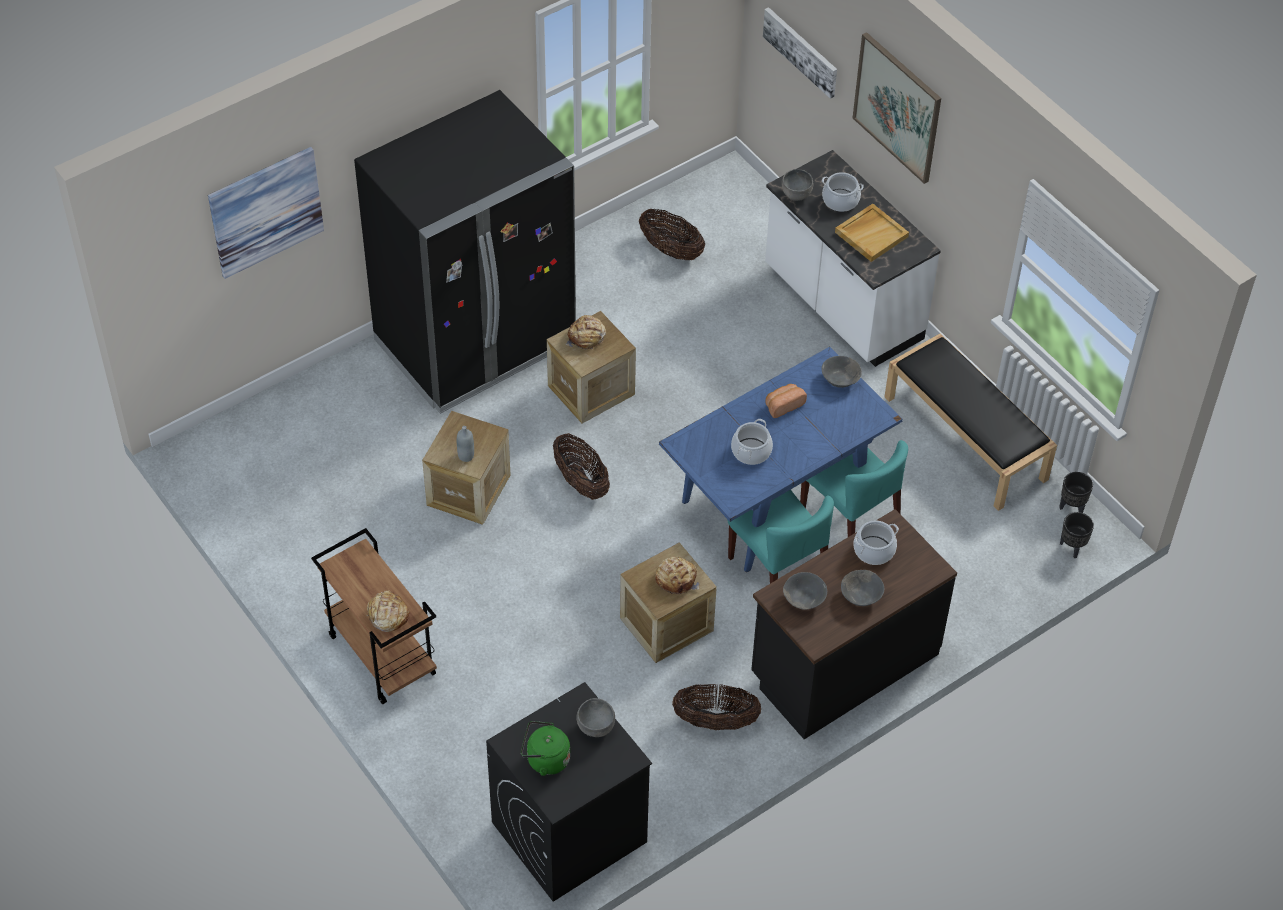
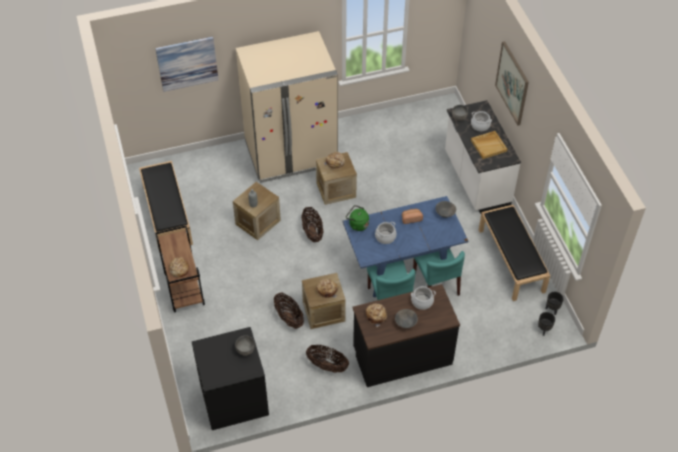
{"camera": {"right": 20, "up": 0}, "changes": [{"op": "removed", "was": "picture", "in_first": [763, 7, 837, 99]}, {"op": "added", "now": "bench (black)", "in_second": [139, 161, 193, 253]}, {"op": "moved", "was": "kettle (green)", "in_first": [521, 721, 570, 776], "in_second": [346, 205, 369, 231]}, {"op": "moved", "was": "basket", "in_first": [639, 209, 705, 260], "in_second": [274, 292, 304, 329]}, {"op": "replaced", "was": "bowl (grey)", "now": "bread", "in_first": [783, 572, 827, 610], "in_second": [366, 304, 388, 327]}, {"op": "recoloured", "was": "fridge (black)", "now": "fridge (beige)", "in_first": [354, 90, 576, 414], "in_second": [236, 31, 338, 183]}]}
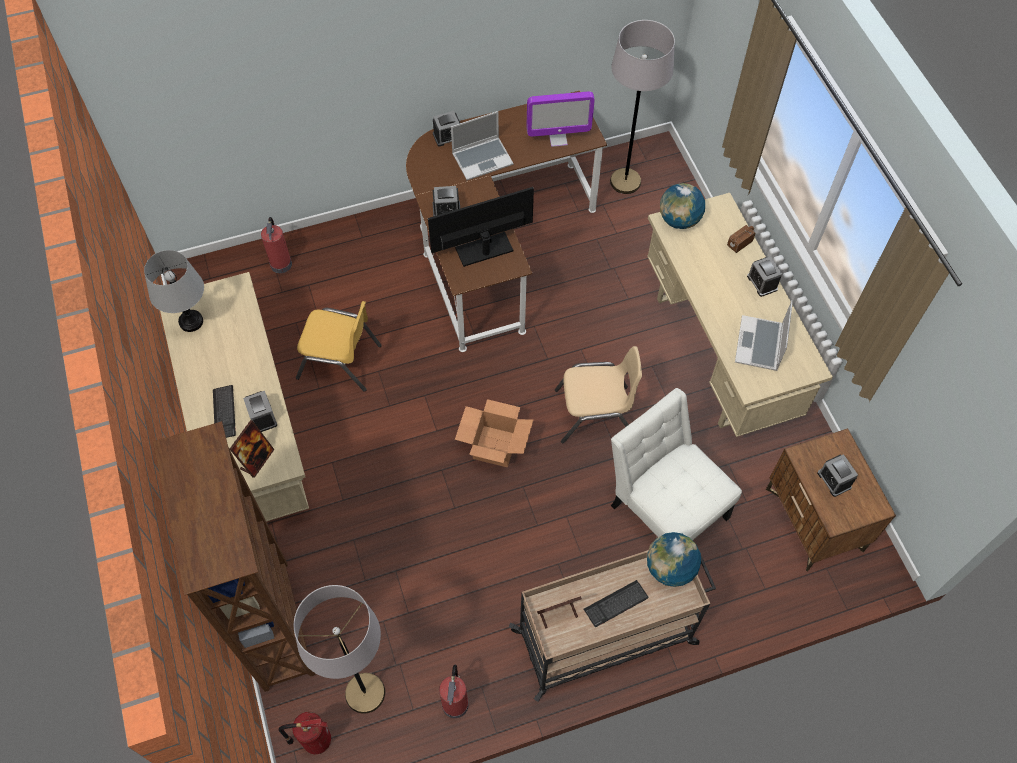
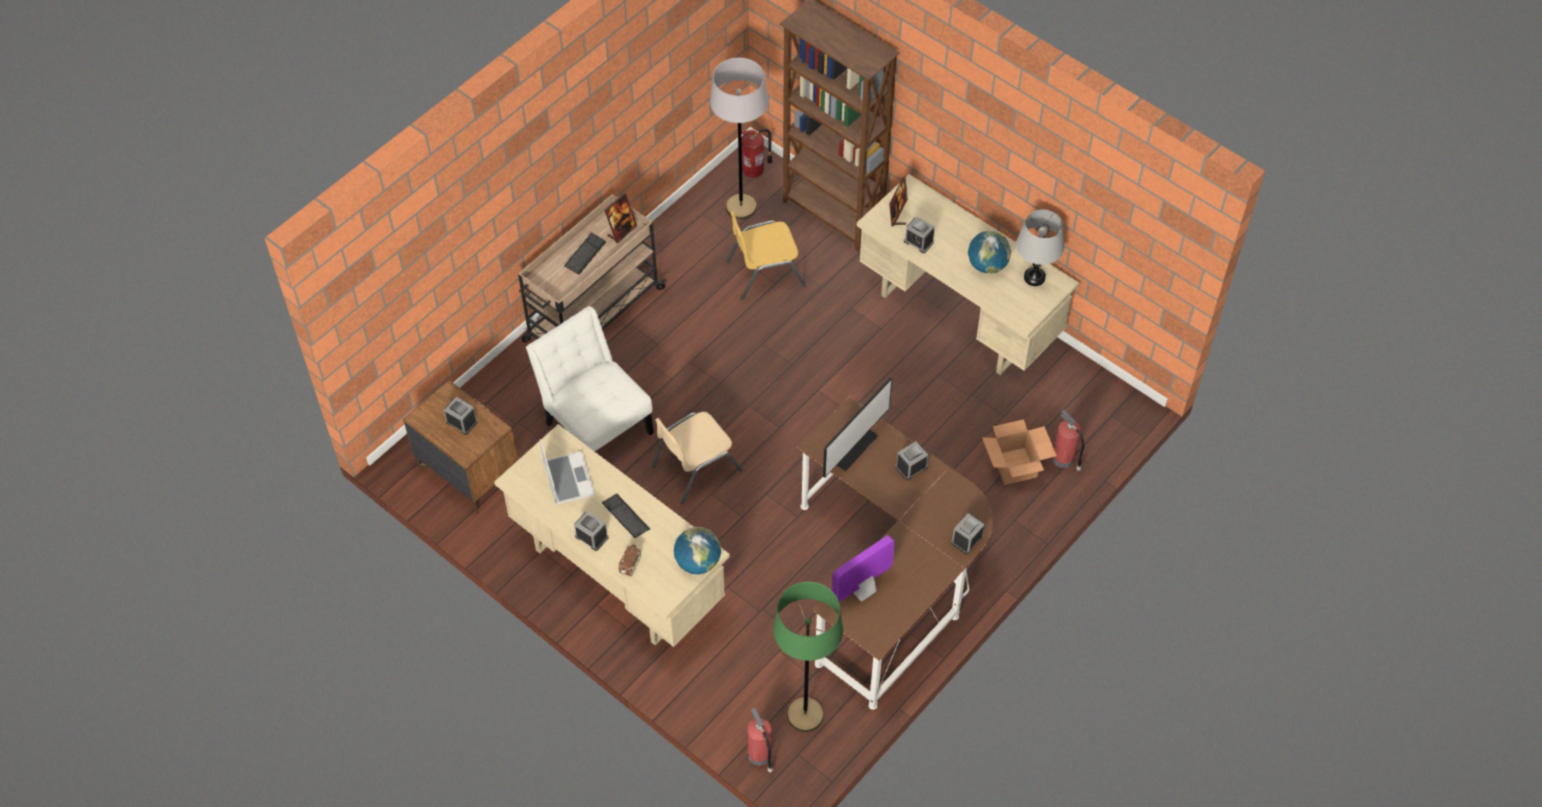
{"camera": {"right": 150, "up": -5}, "changes": [{"op": "removed", "was": "laptop", "in_first": [451, 111, 513, 180]}, {"op": "moved", "was": "keyboard", "in_first": [213, 385, 236, 438], "in_second": [602, 494, 650, 538]}, {"op": "moved", "was": "chair (yellow)", "in_first": [296, 301, 382, 392], "in_second": [726, 211, 806, 300]}, {"op": "moved", "was": "fire extinguisher", "in_first": [439, 665, 469, 718], "in_second": [747, 708, 773, 773]}, {"op": "moved", "was": "cardboard box", "in_first": [455, 399, 534, 467], "in_second": [982, 419, 1057, 485]}, {"op": "moved", "was": "globe", "in_first": [647, 532, 701, 587], "in_second": [968, 231, 1011, 274]}, {"op": "recoloured", "was": "floor lamp (grey)", "now": "floor lamp (green)", "in_first": [610, 20, 675, 194], "in_second": [773, 582, 843, 732]}, {"op": "turned", "was": "chair (white)", "in_first": [611, 388, 742, 541], "in_second": [526, 306, 654, 452], "clockwise": -150}]}
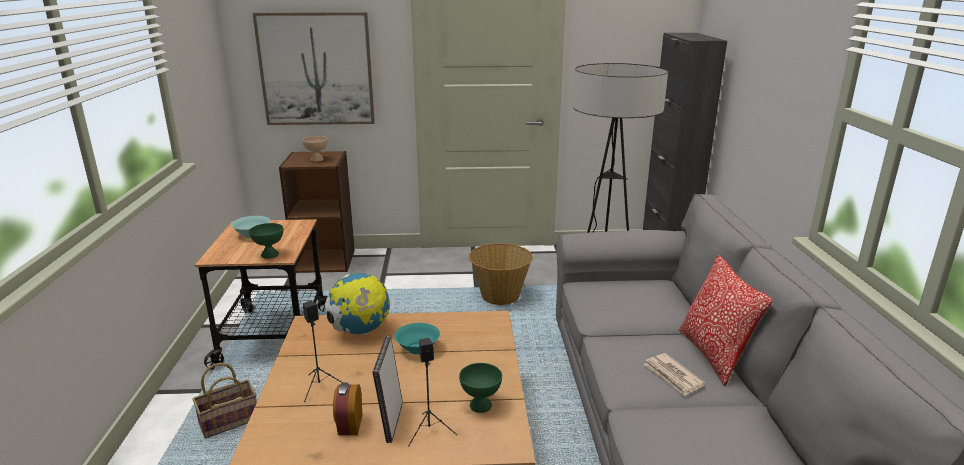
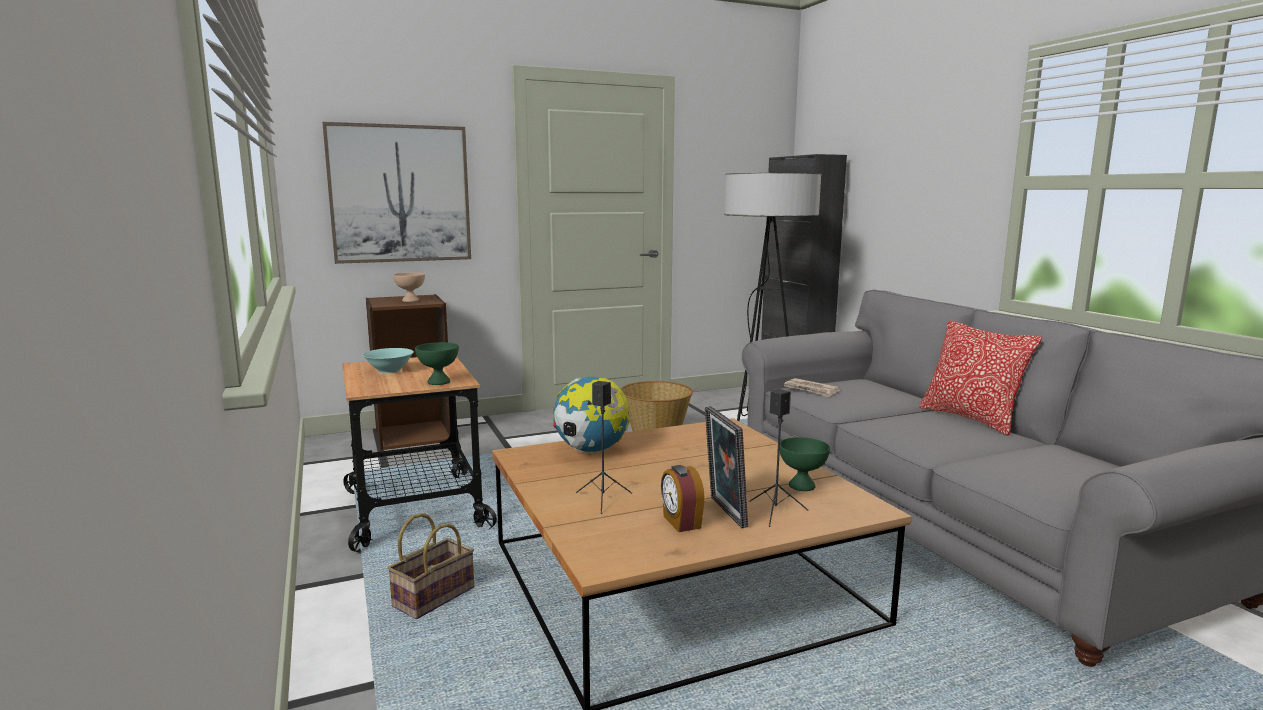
{"camera": {"right": -20, "up": -10}, "changes": [{"op": "removed", "was": "bowl (turquoise)", "in_first": [394, 323, 440, 355]}, {"op": "moved", "was": "newspaper", "in_first": [644, 353, 706, 396], "in_second": [784, 378, 840, 397]}]}
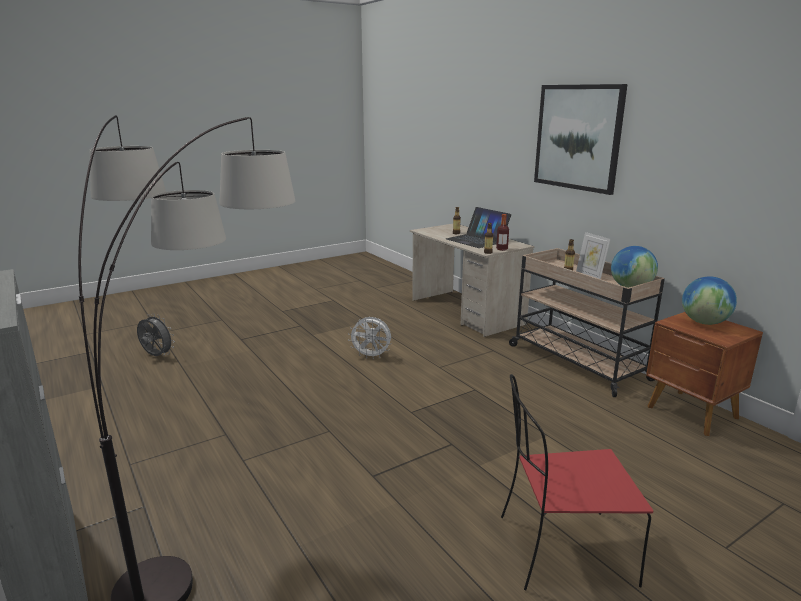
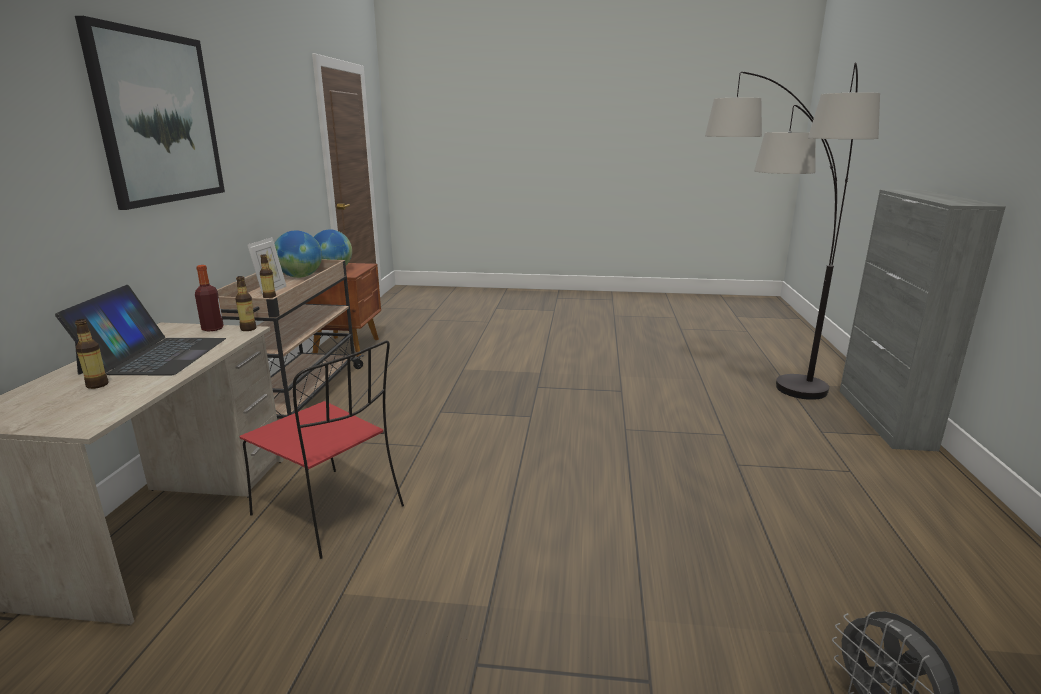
{"camera": {"right": -140, "up": 0}, "changes": [{"op": "removed", "was": "fan (white)", "in_first": [348, 317, 392, 359]}, {"op": "moved", "was": "chair (red)", "in_first": [501, 374, 653, 590], "in_second": [240, 340, 404, 559]}]}
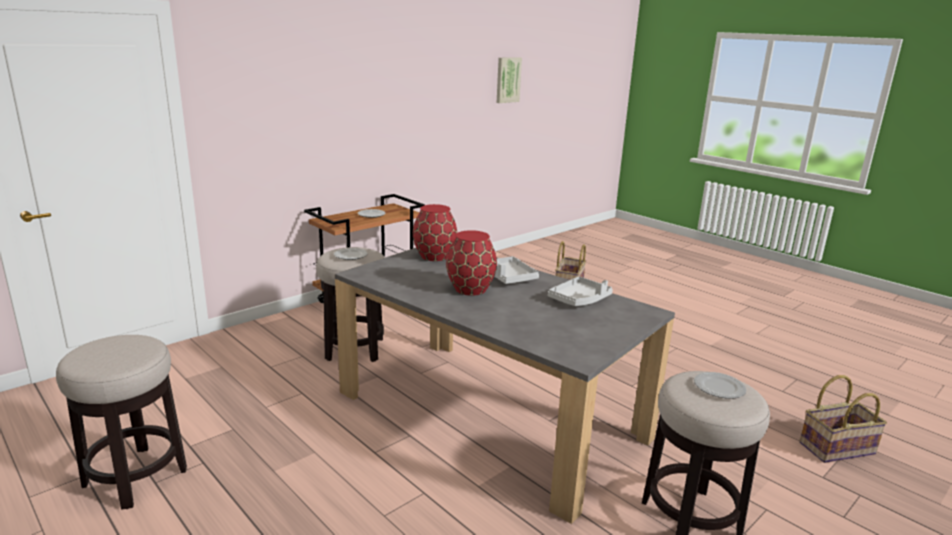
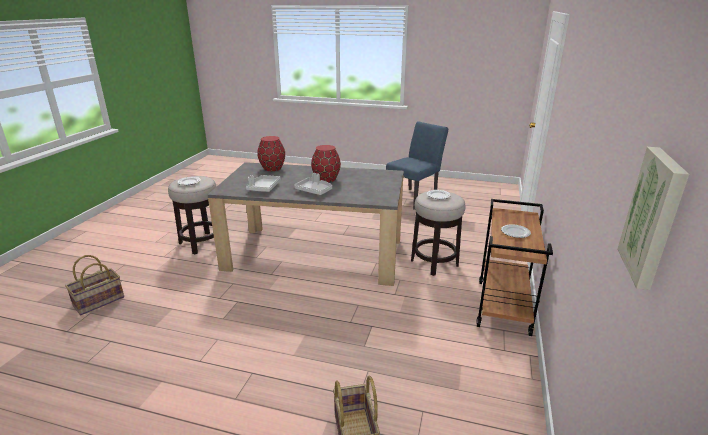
{"camera": {"right": 150, "up": 5}, "changes": [{"op": "moved", "was": "vase (red)", "in_first": [413, 204, 457, 261], "in_second": [257, 136, 285, 171]}, {"op": "replaced", "was": "stool", "now": "chair (blue)", "in_first": [56, 335, 187, 510], "in_second": [386, 121, 448, 210]}]}
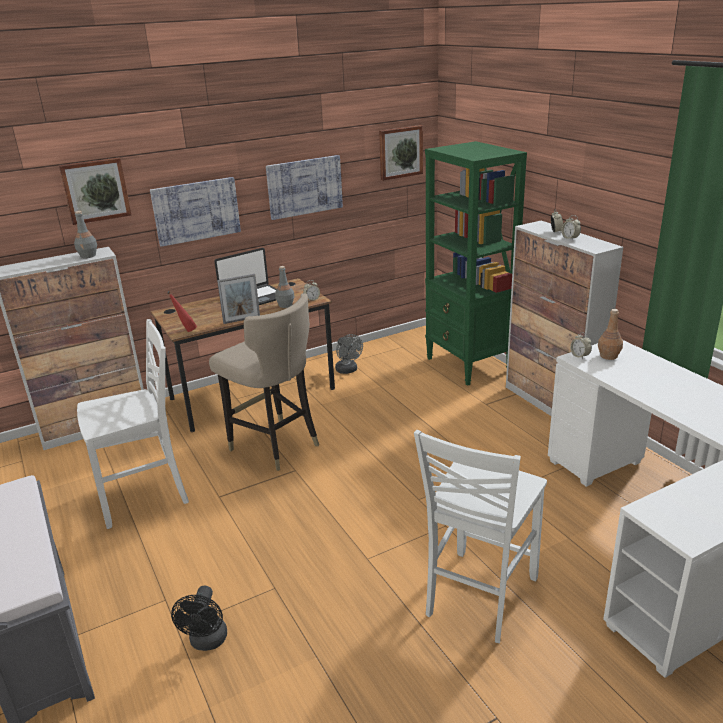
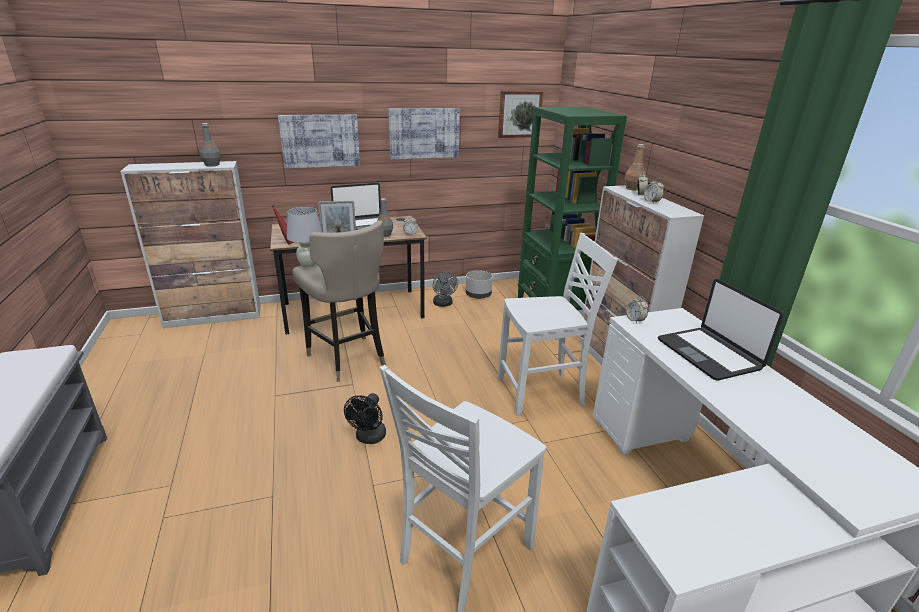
{"camera": {"right": 10, "up": 0}, "changes": [{"op": "removed", "was": "picture", "in_first": [59, 158, 131, 225]}, {"op": "added", "now": "table lamp (white)", "in_second": [287, 207, 322, 269]}, {"op": "added", "now": "planter (grey)", "in_second": [466, 270, 493, 299]}, {"op": "added", "now": "laptop", "in_second": [658, 279, 784, 380]}, {"op": "moved", "was": "chair (white)", "in_first": [77, 319, 189, 529], "in_second": [497, 233, 618, 416]}, {"op": "moved", "was": "fan (black)", "in_first": [171, 586, 227, 651], "in_second": [344, 393, 386, 444]}, {"op": "moved", "was": "bottle (brown)", "in_first": [598, 309, 623, 360], "in_second": [624, 144, 646, 191]}]}
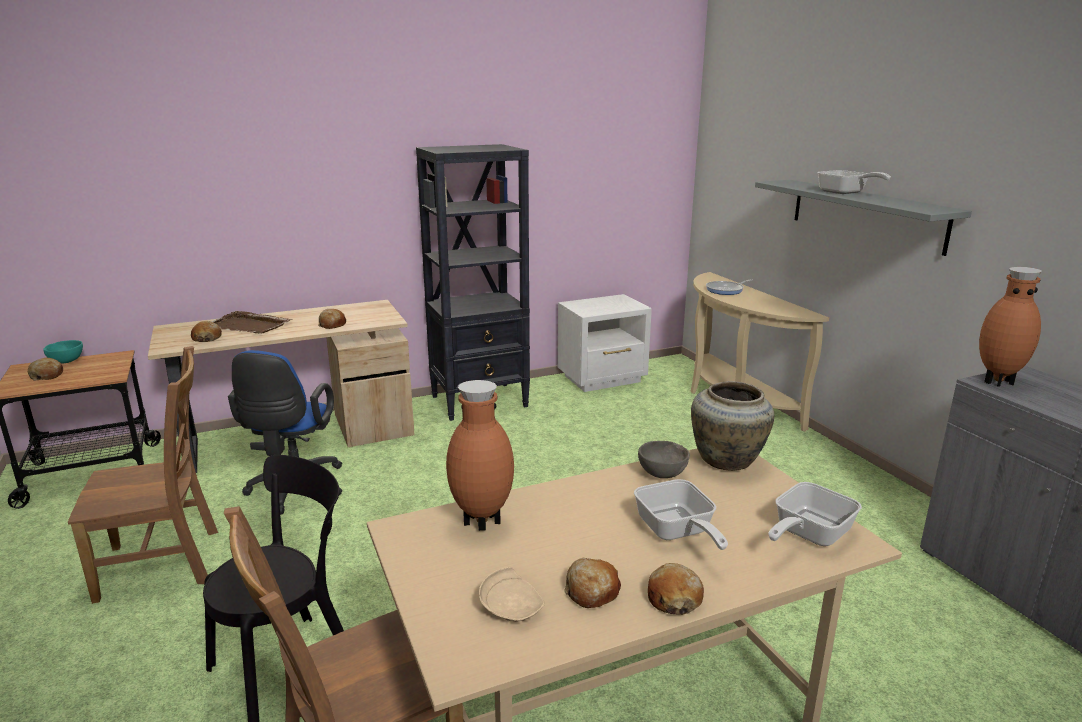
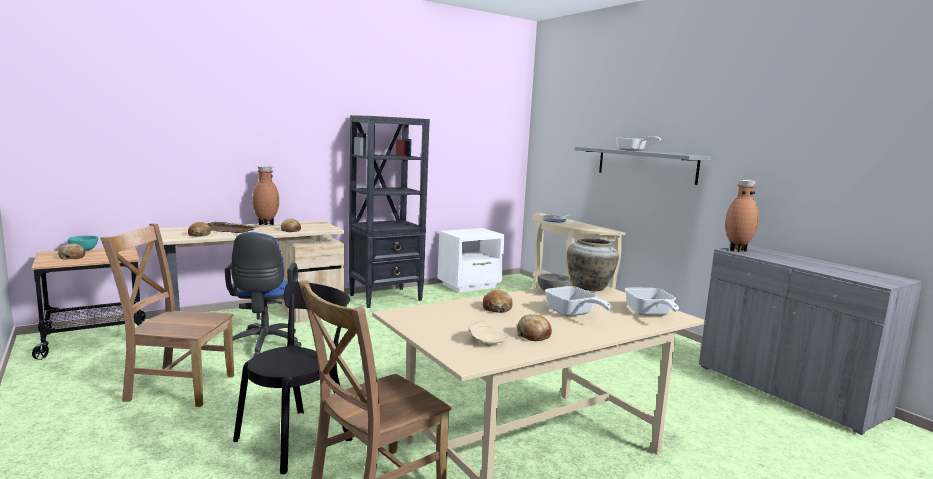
{"camera": {"right": -10, "up": -10}, "changes": [{"op": "moved", "was": "vase (brown)", "in_first": [446, 380, 514, 531], "in_second": [252, 166, 279, 225]}, {"op": "moved", "was": "bread", "in_first": [648, 563, 704, 615], "in_second": [483, 290, 513, 313]}, {"op": "turned", "was": "chair (brown)", "in_first": [68, 346, 218, 604], "in_second": [100, 223, 234, 407], "clockwise": -150}, {"op": "turned", "was": "frying pan", "in_first": [768, 482, 862, 546], "in_second": [625, 288, 679, 316], "clockwise": -45}]}
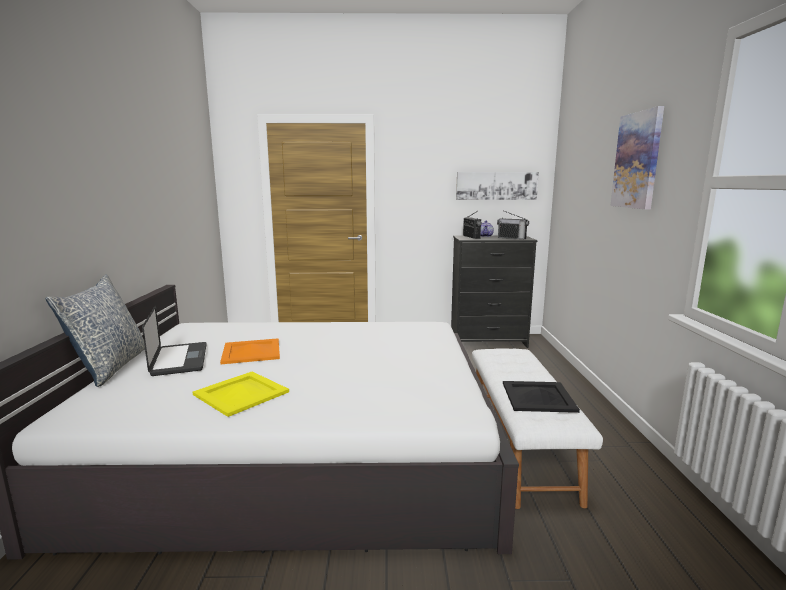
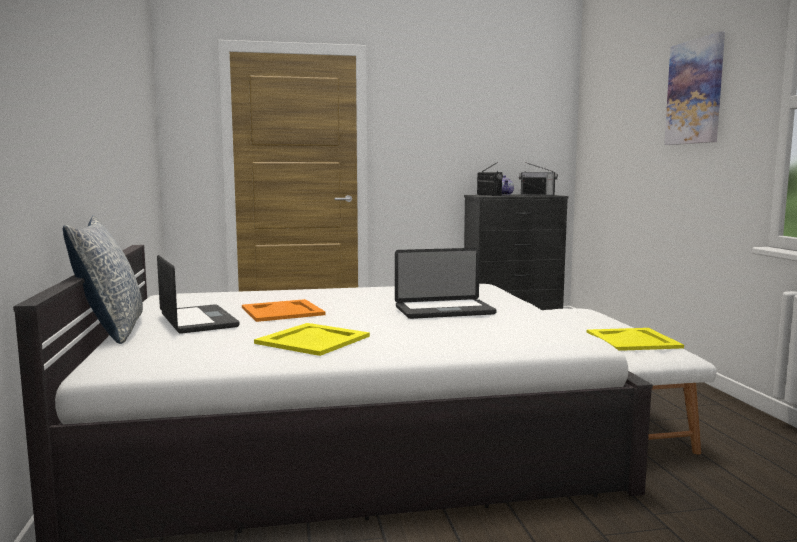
{"camera": {"right": -10, "up": -5}, "changes": [{"op": "removed", "was": "picture", "in_first": [456, 172, 539, 200]}, {"op": "added", "now": "laptop", "in_second": [395, 248, 497, 319]}, {"op": "recoloured", "was": "tray (black)", "now": "tray (yellow)", "in_first": [503, 381, 580, 413], "in_second": [587, 328, 684, 351]}]}
